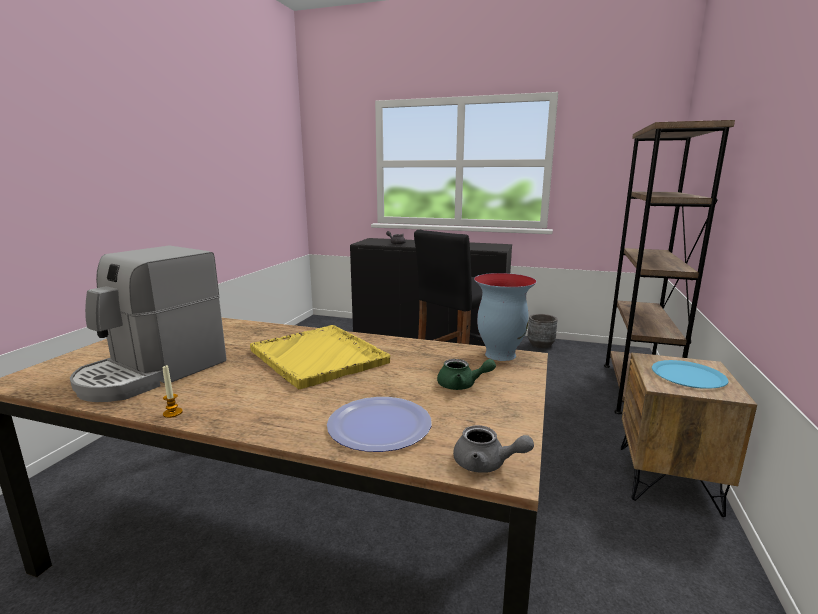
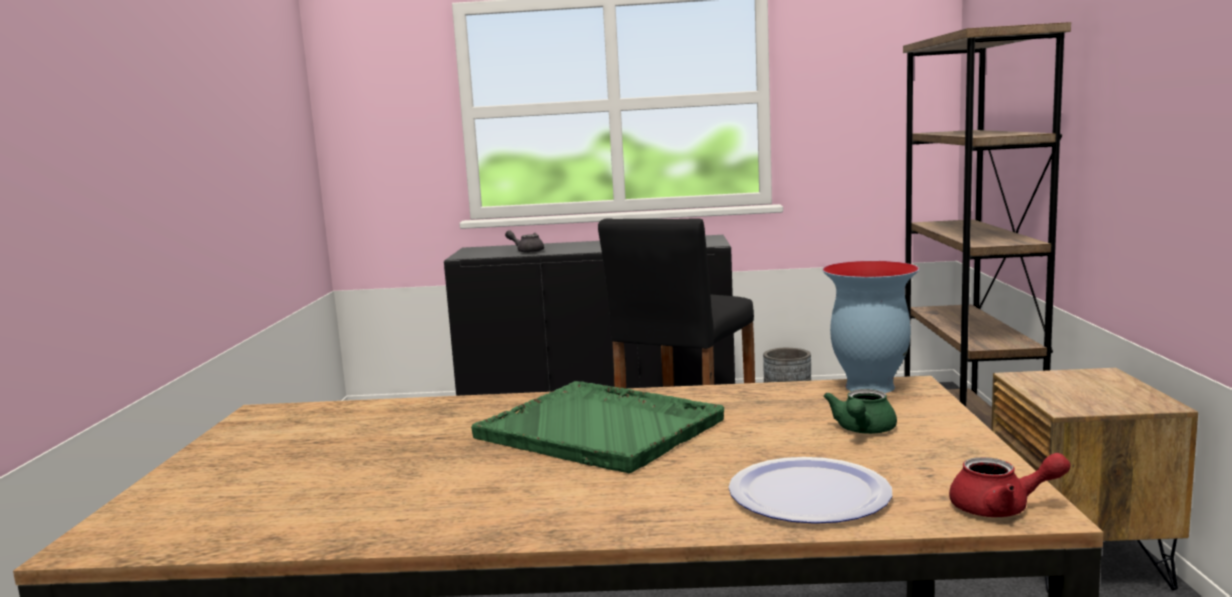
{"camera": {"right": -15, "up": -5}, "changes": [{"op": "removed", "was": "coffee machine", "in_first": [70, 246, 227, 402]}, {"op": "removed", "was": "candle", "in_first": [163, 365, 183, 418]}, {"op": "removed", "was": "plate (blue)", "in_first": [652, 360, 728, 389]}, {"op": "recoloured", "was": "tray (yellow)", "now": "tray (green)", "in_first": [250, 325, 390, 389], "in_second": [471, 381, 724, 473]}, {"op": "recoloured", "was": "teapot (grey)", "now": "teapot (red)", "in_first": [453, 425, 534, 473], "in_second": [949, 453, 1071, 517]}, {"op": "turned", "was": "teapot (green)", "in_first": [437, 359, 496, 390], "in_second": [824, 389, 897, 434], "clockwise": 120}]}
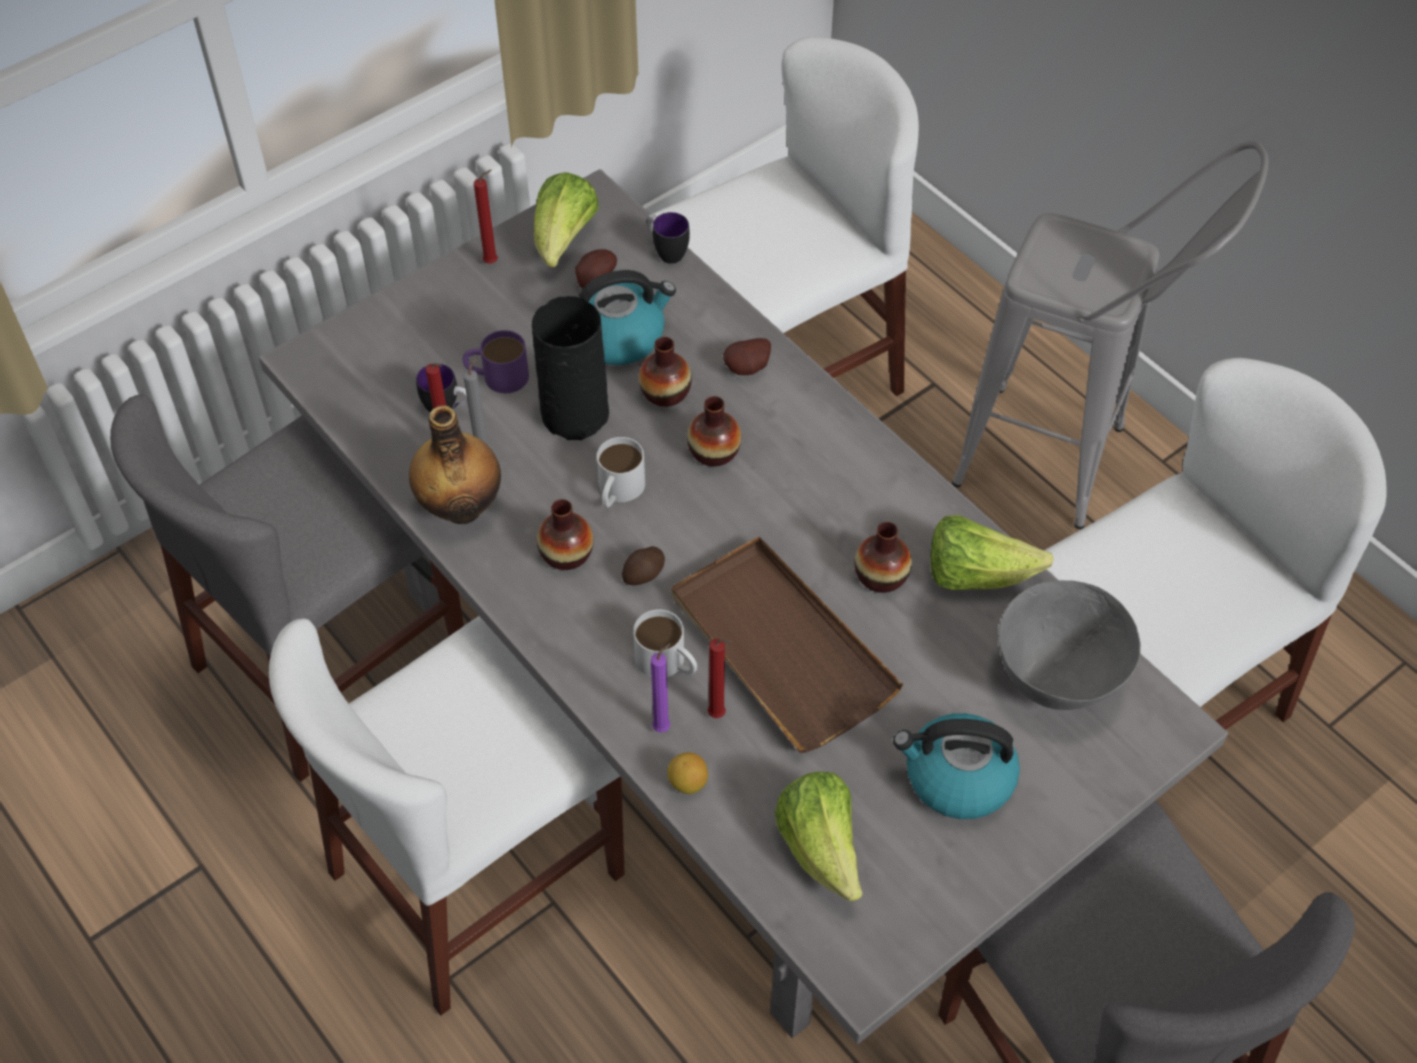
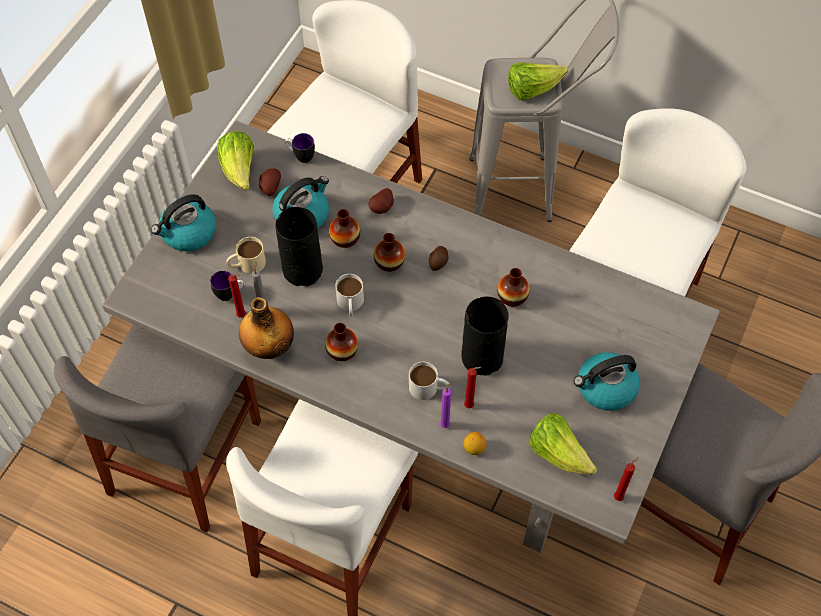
{"camera": {"right": -25, "up": 5}, "changes": [{"op": "removed", "was": "bowl (grey)", "in_first": [998, 580, 1141, 710]}, {"op": "added", "now": "kettle", "in_second": [151, 194, 216, 251]}, {"op": "moved", "was": "candle (red)", "in_first": [474, 170, 498, 264], "in_second": [614, 457, 638, 501]}, {"op": "moved", "was": "potato", "in_first": [622, 546, 665, 586], "in_second": [429, 246, 448, 271]}, {"op": "moved", "was": "lettuce", "in_first": [931, 515, 1054, 590], "in_second": [508, 62, 568, 100]}, {"op": "replaced", "was": "tray (brown)", "now": "vase (black)", "in_first": [671, 536, 903, 753], "in_second": [461, 296, 509, 375]}, {"op": "recoloured", "was": "mug (purple)", "now": "mug (beige)", "in_first": [463, 330, 529, 393], "in_second": [226, 237, 266, 274]}]}
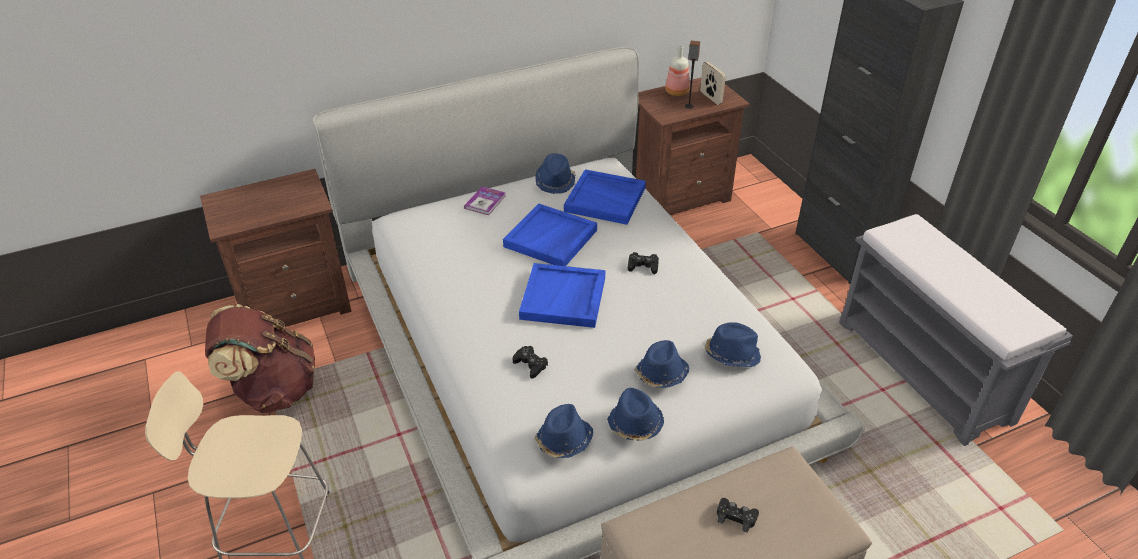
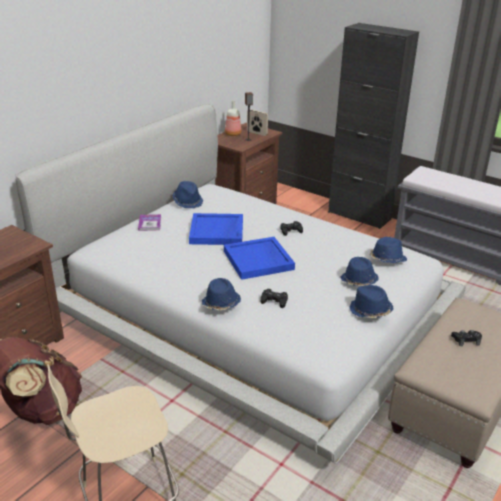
{"camera": {"right": -30, "up": -10}, "changes": [{"op": "removed", "was": "tray (blue)", "in_first": [564, 169, 646, 225]}, {"op": "moved", "was": "hat (blue)", "in_first": [534, 404, 594, 458], "in_second": [202, 278, 241, 310]}]}
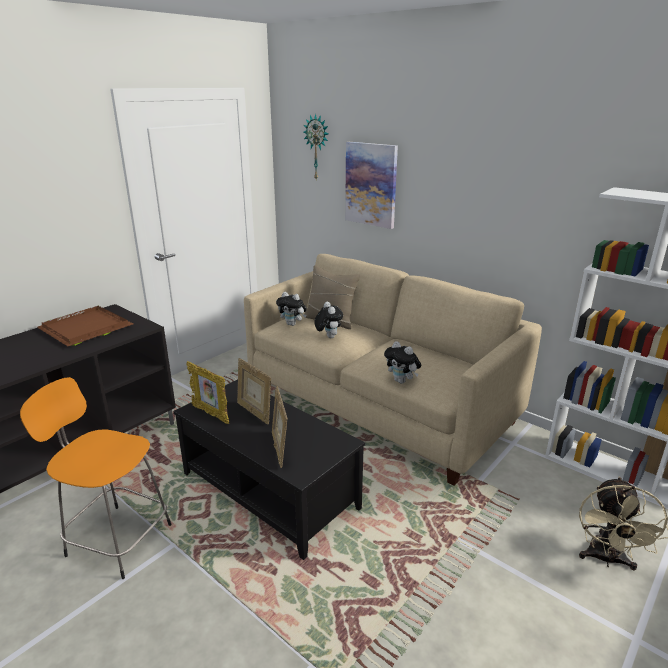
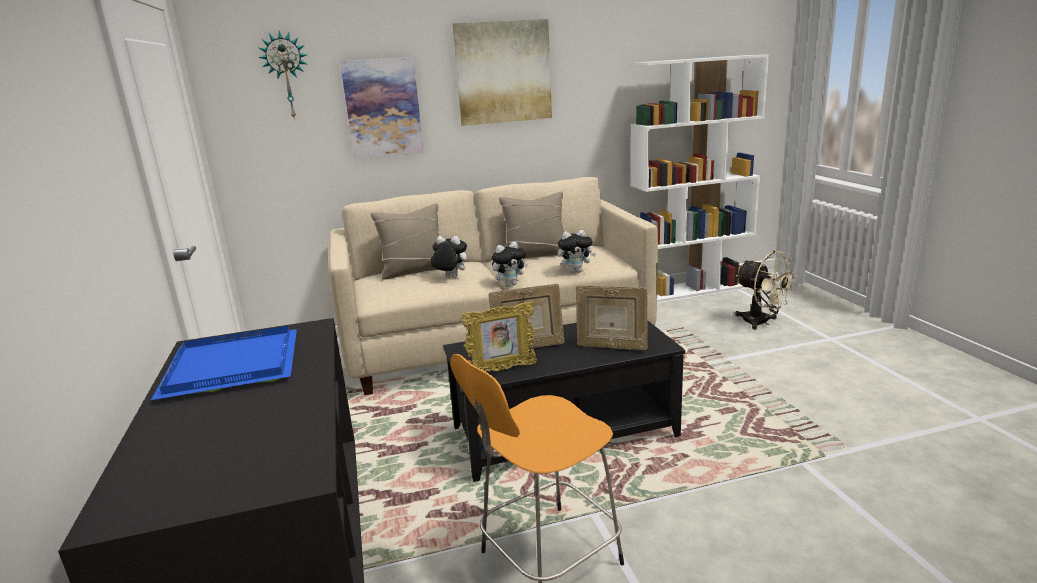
{"camera": {"right": -55, "up": -5}, "changes": [{"op": "added", "now": "picture", "in_second": [453, 19, 552, 126]}, {"op": "added", "now": "pillow (beige)", "in_second": [499, 192, 564, 259]}, {"op": "moved", "was": "plush toy", "in_first": [276, 292, 307, 326], "in_second": [492, 242, 528, 286]}, {"op": "recoloured", "was": "tray (brown)", "now": "tray (blue)", "in_first": [37, 306, 133, 346], "in_second": [151, 326, 297, 400]}]}
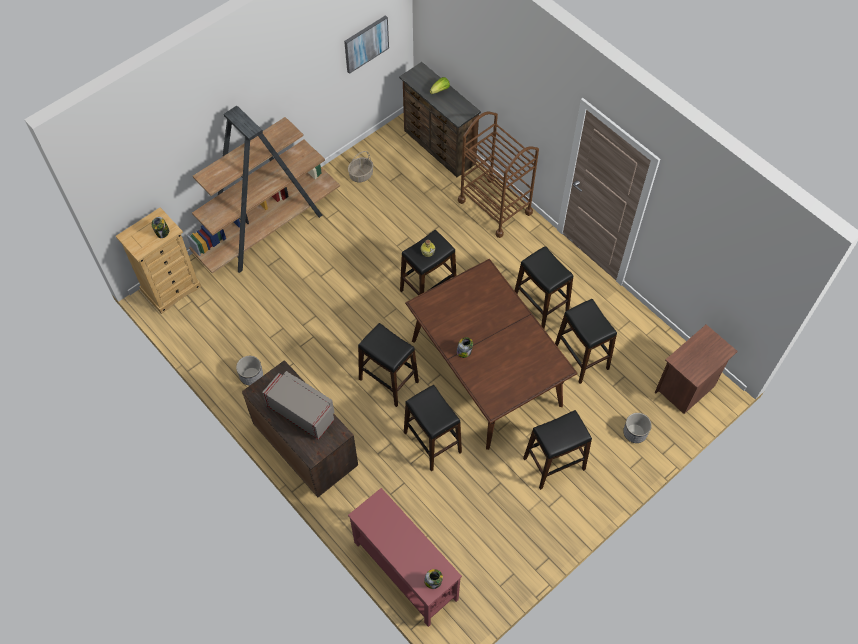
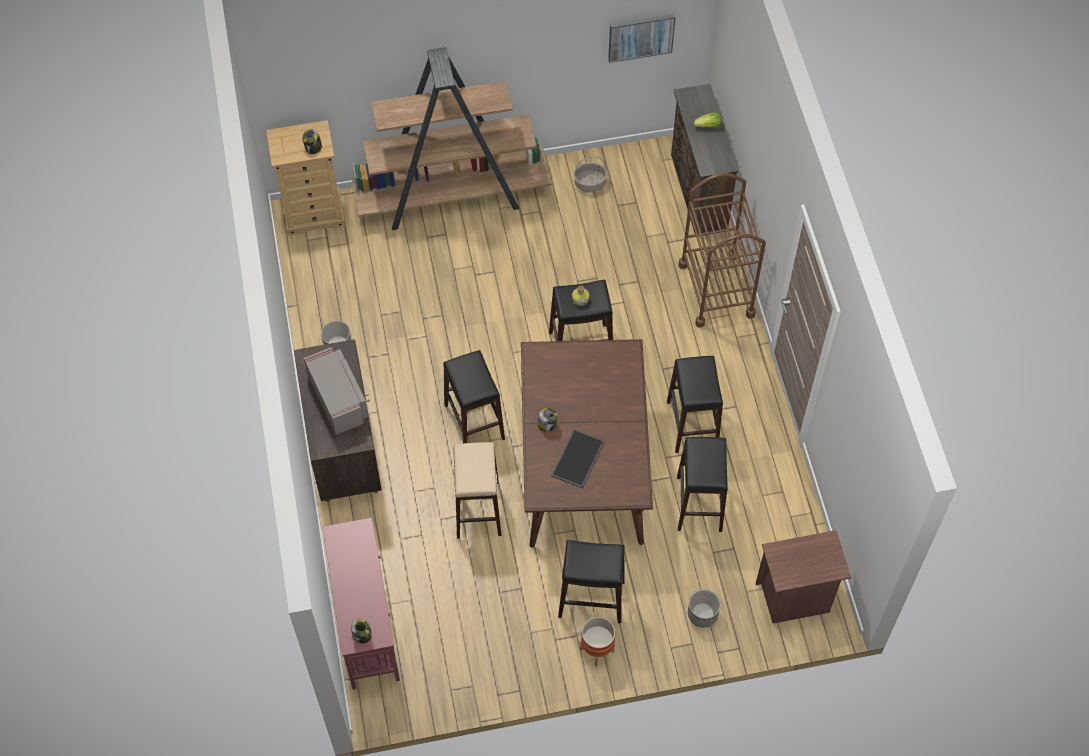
{"camera": {"right": 30, "up": 0}, "changes": [{"op": "added", "now": "tray", "in_second": [551, 429, 605, 488]}, {"op": "added", "now": "planter", "in_second": [580, 617, 615, 666]}, {"op": "recoloured", "was": "stool (black)", "now": "stool (beige)", "in_first": [404, 385, 462, 472], "in_second": [453, 442, 501, 538]}]}
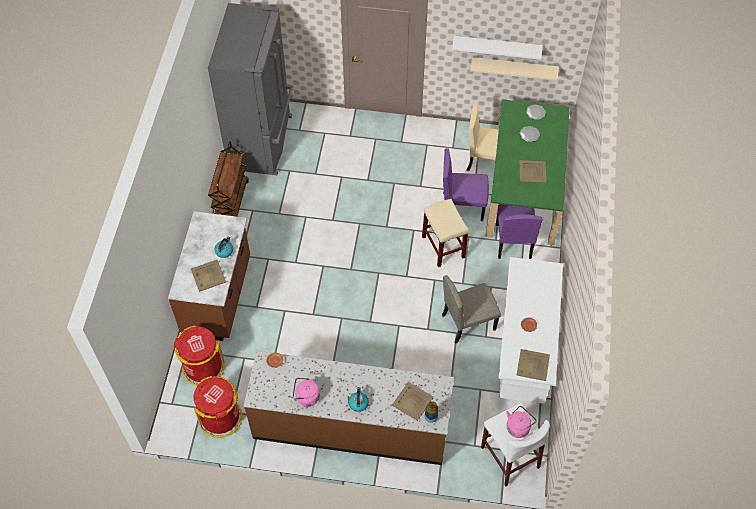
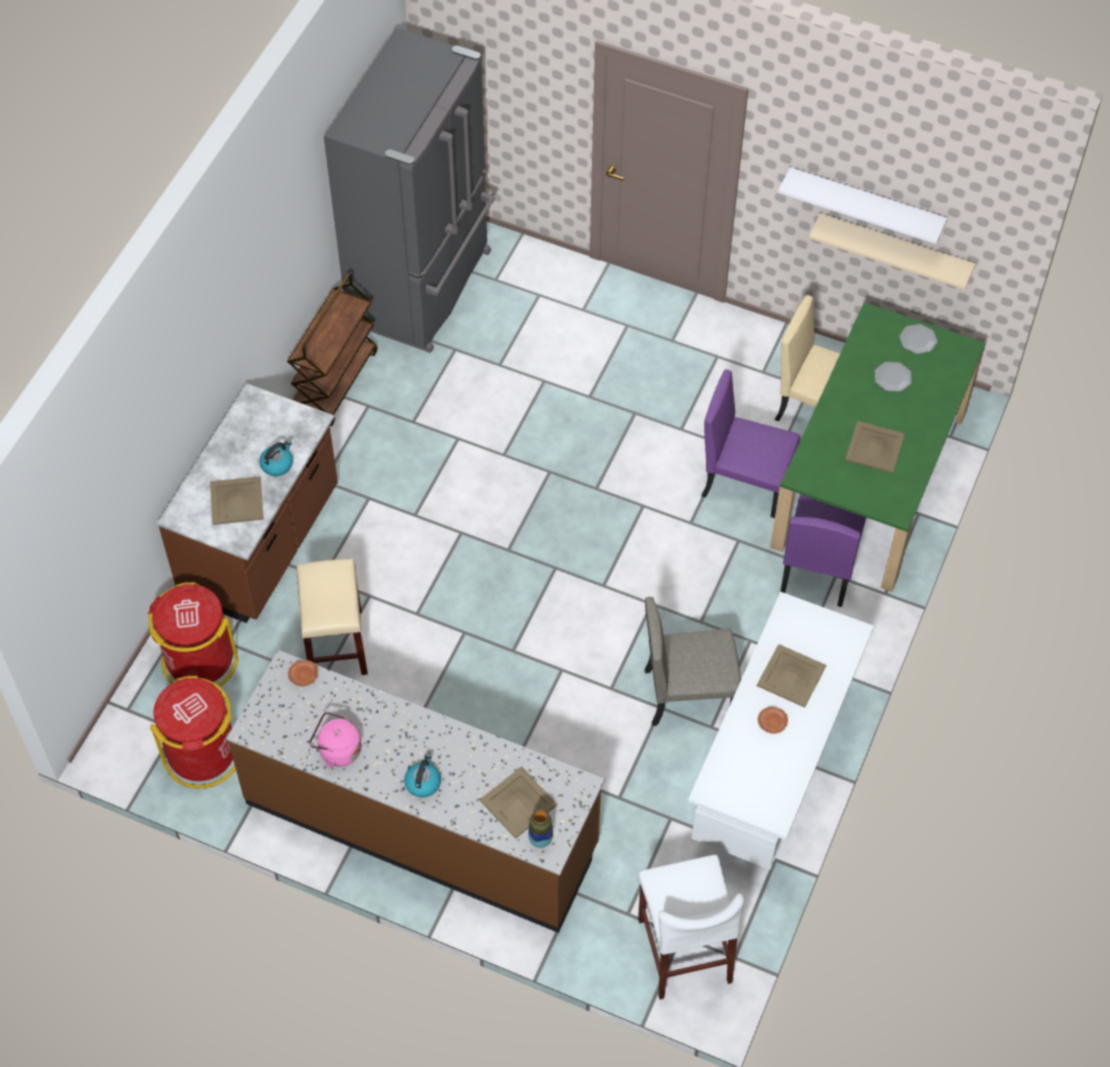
{"camera": {"right": 15, "up": 0}, "changes": [{"op": "removed", "was": "kettle (pink)", "in_first": [506, 406, 537, 438]}, {"op": "moved", "was": "stool (beige)", "in_first": [422, 199, 469, 267], "in_second": [297, 559, 368, 675]}, {"op": "moved", "was": "tray (beige)", "in_first": [517, 349, 550, 381], "in_second": [757, 644, 826, 708]}]}
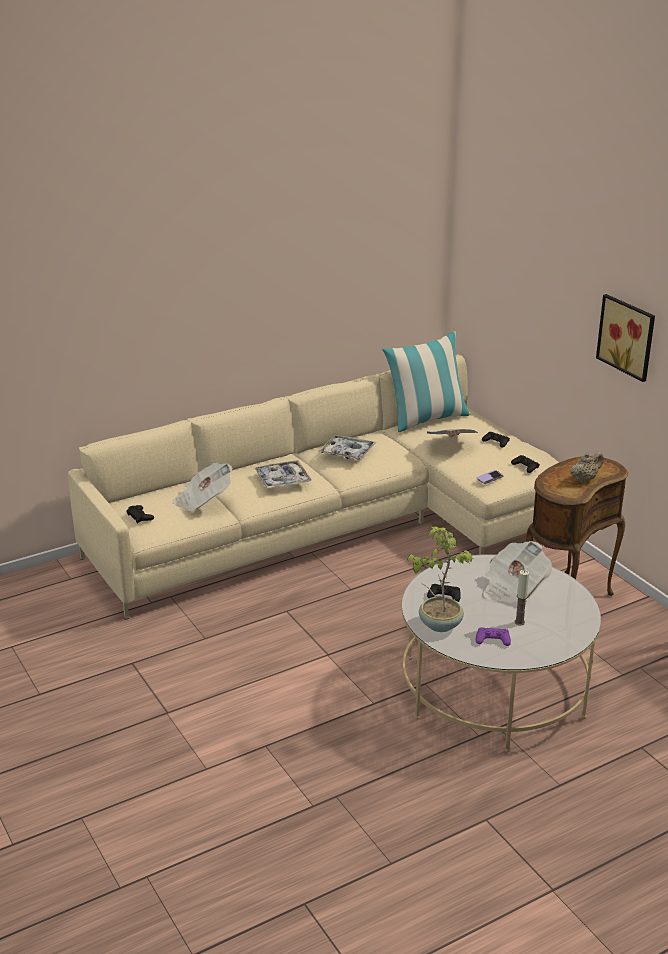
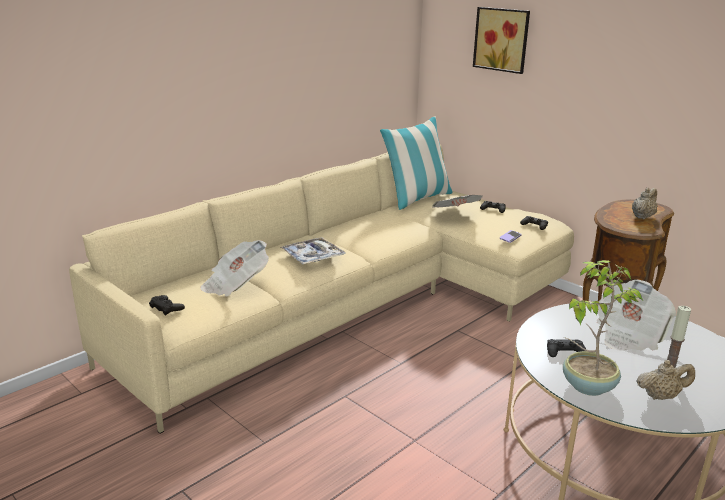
{"camera": {"right": -15, "up": -5}, "changes": [{"op": "removed", "was": "tray", "in_first": [319, 435, 376, 460]}, {"op": "moved", "was": "picture", "in_first": [596, 294, 655, 382], "in_second": [473, 7, 530, 74]}, {"op": "replaced", "was": "game controller (purple)", "now": "teapot (beige)", "in_first": [476, 627, 511, 646], "in_second": [636, 360, 695, 400]}]}
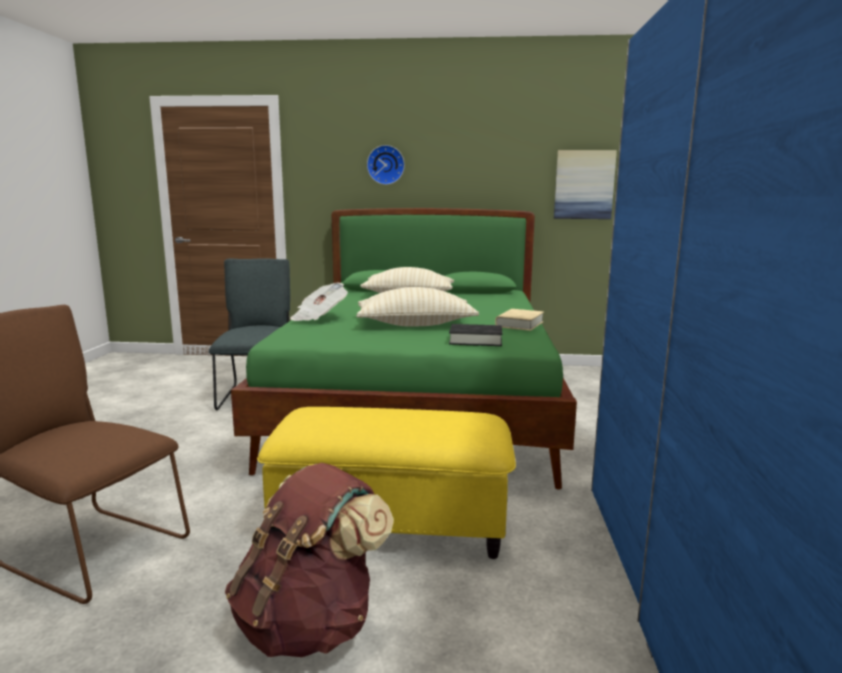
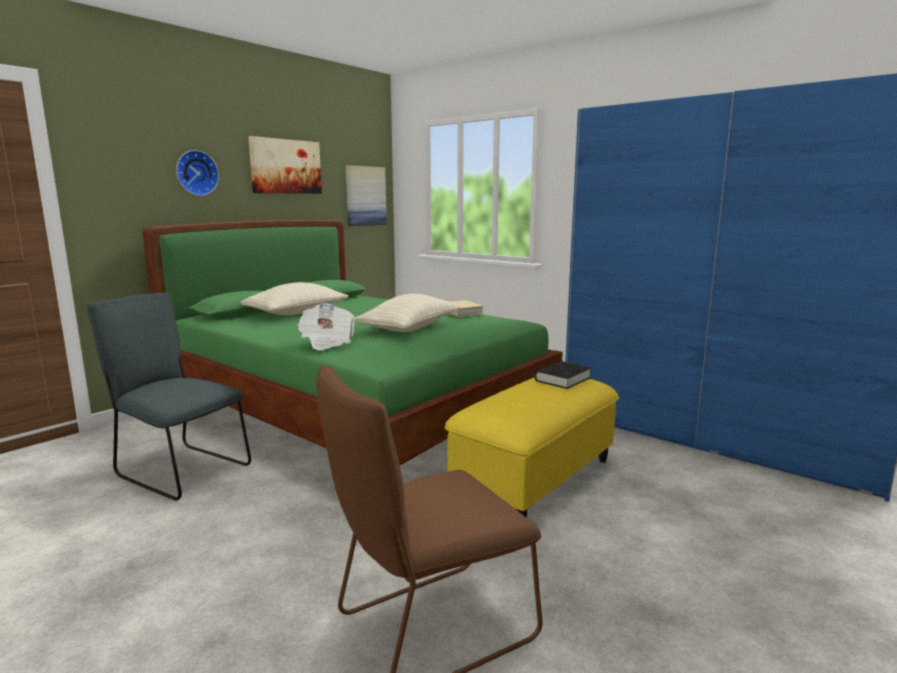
{"camera": {"right": -55, "up": 0}, "changes": [{"op": "removed", "was": "backpack (brown)", "in_first": [225, 463, 394, 657]}, {"op": "added", "now": "picture", "in_second": [248, 136, 322, 194]}, {"op": "moved", "was": "book (black)", "in_first": [449, 324, 502, 346], "in_second": [535, 361, 591, 389]}]}
